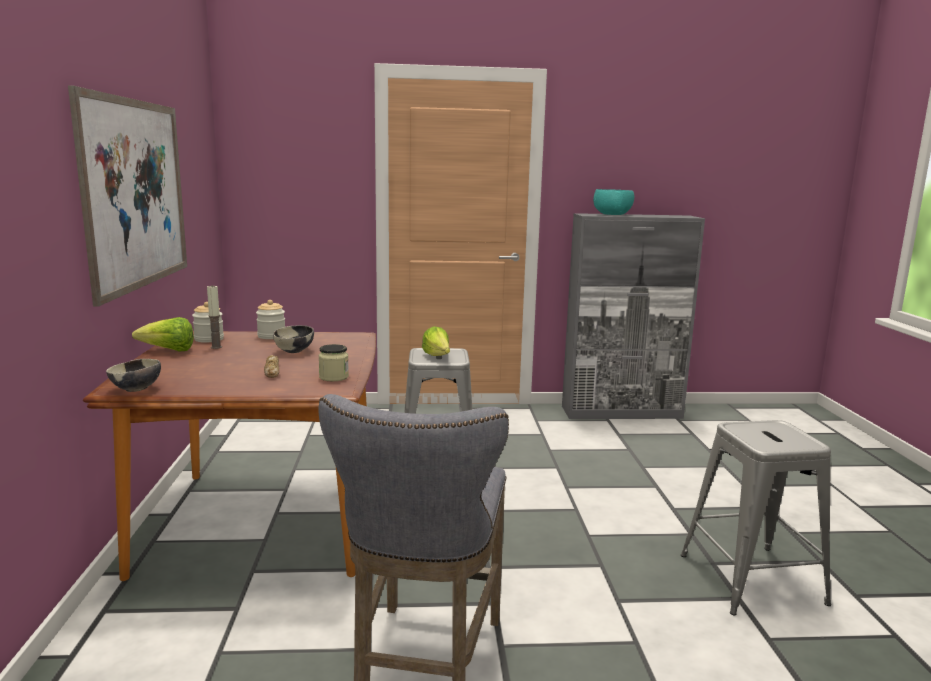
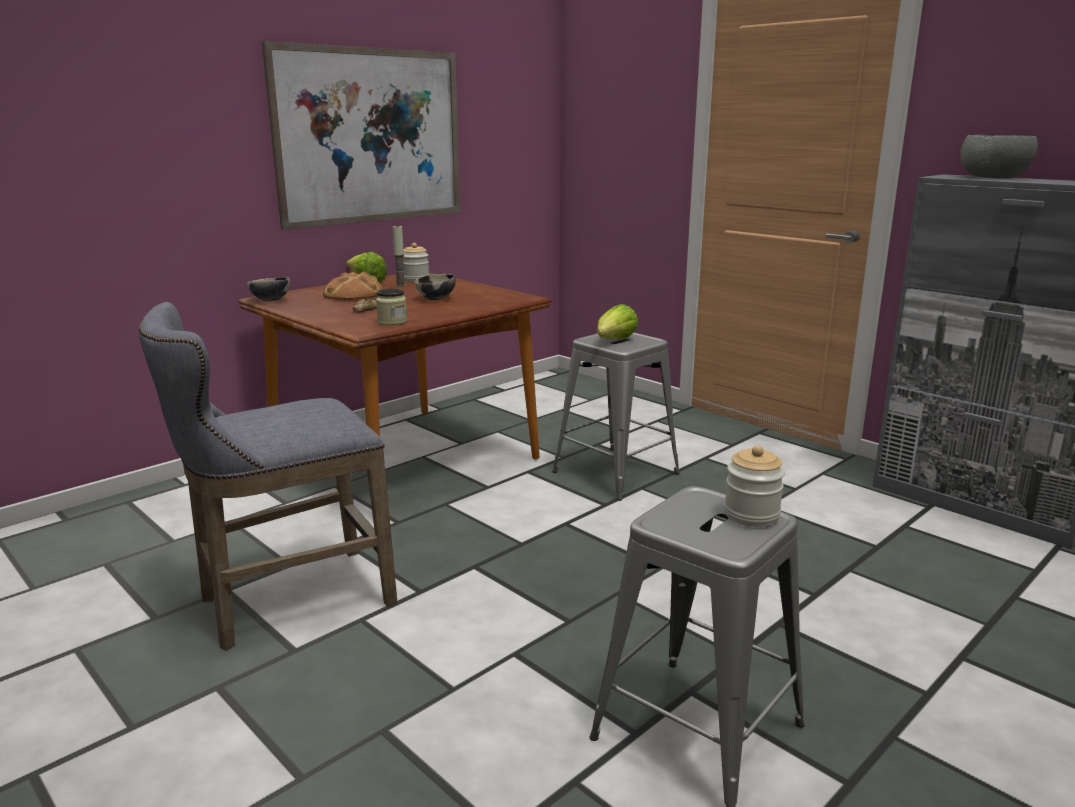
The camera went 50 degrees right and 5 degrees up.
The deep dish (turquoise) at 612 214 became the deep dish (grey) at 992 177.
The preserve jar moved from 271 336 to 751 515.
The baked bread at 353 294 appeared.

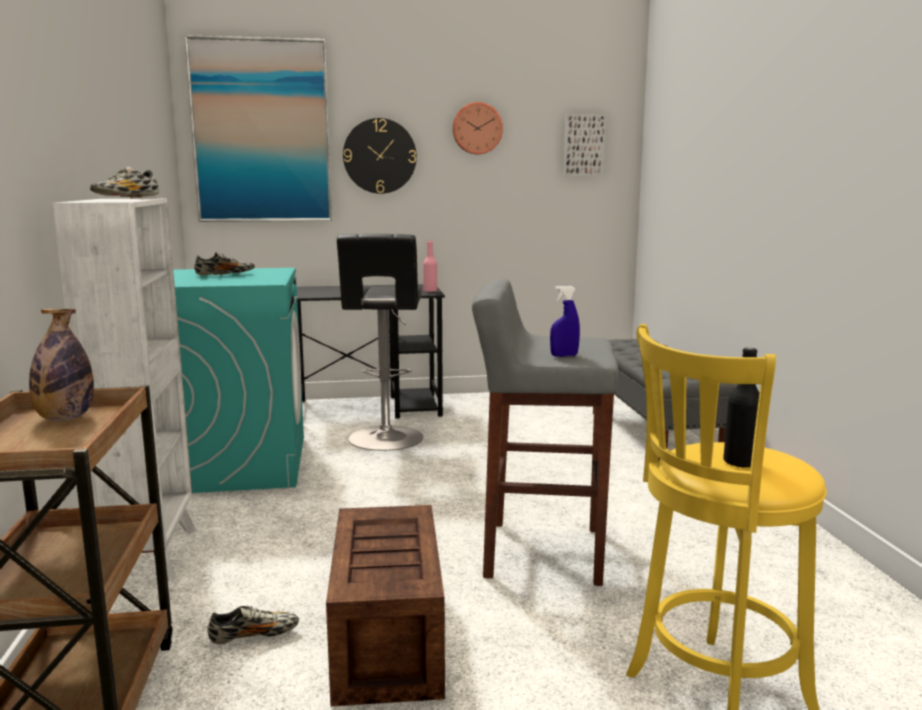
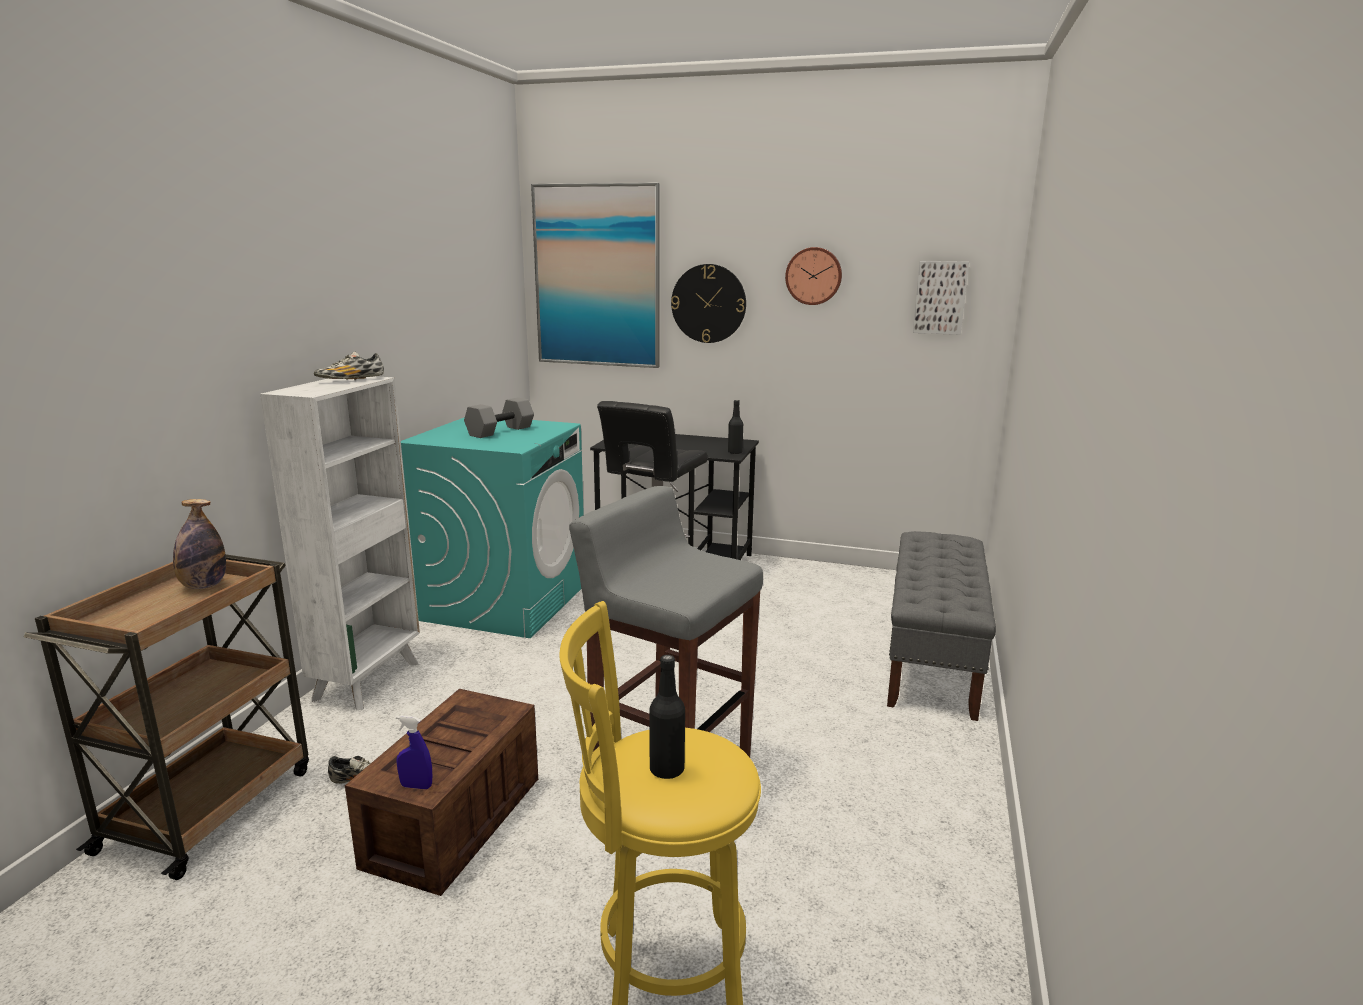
The camera went 25 degrees right and 5 degrees up.
The drink bottle (pink-coloured) at 430 291 became the drink bottle (black) at 735 452.
The low shoe at 225 275 was replaced by the free weight (grey) at 500 431.
The hand sprayer (bluish) moved from 564 355 to 416 786.

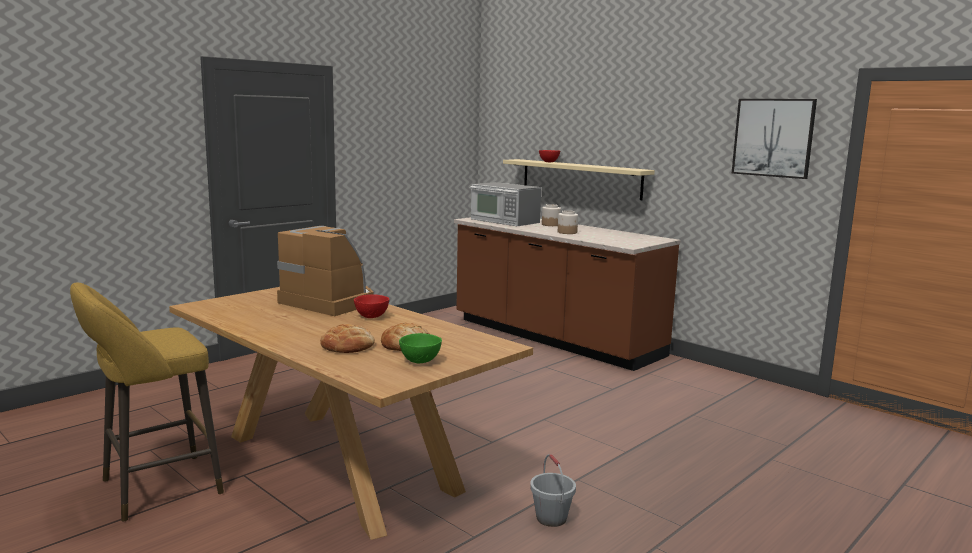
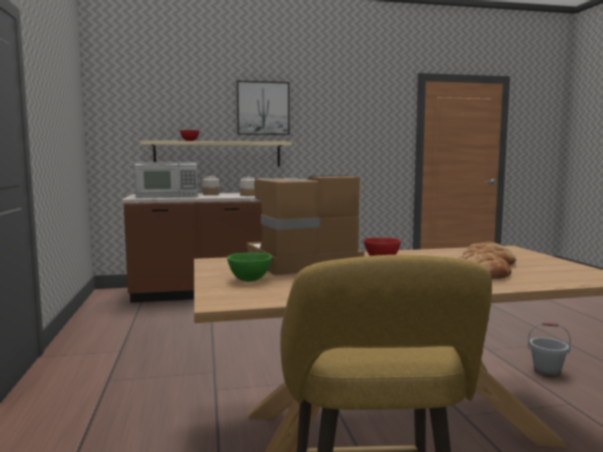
The camera went 55 degrees left and 5 degrees down.
The wall art moved from 773 137 to 263 108.
The deep dish (greenish) moved from 421 361 to 250 280.

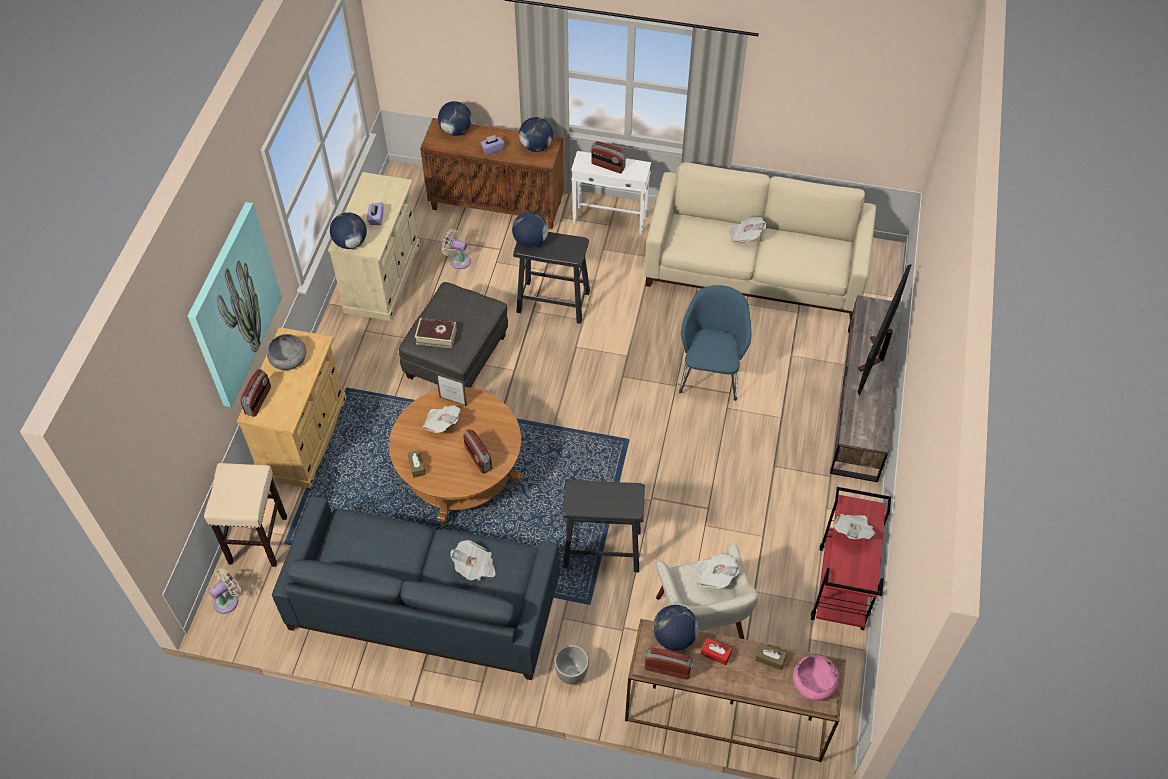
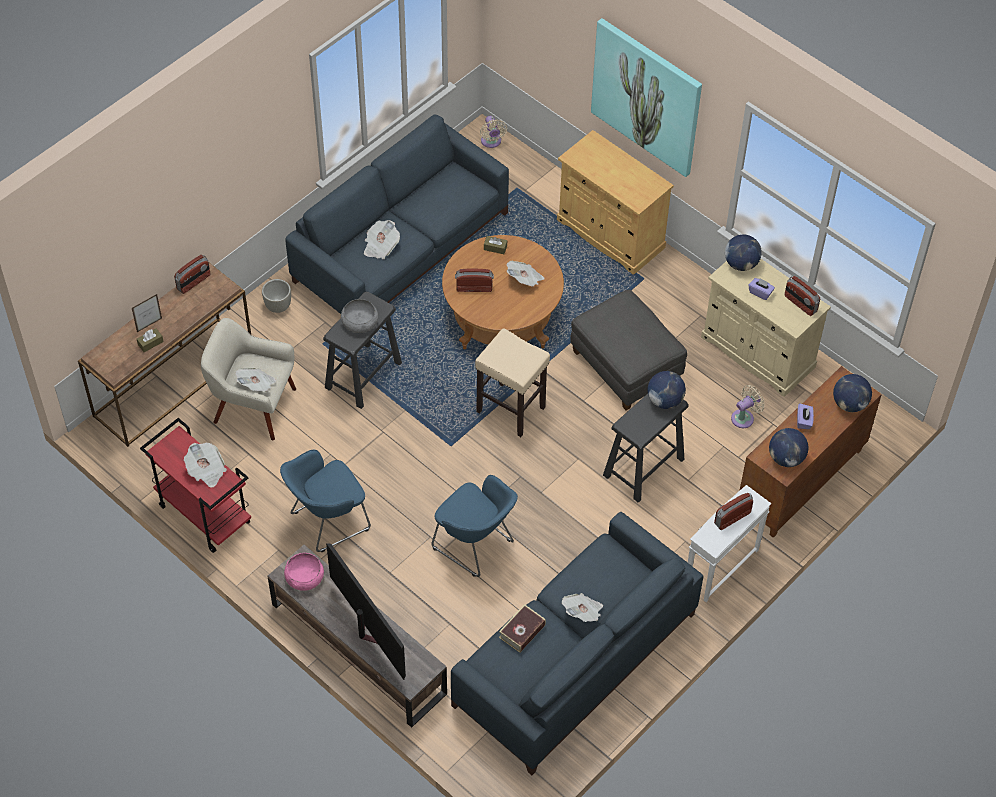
The camera went 120 degrees right and 0 degrees up.
The couch (beige) at 755 269 became the couch (bluish) at 573 658.
The volume moved from 436 336 to 522 631.
The deep dish (grey) moved from 288 358 to 360 322.
The radio set moved from 258 401 to 800 304.
The picture frame moved from 453 401 to 149 325.
The stool seat (beige) moved from 258 539 to 511 410.
The world globe at 674 637 disappeared.
The tissue box (reddish) at 715 653 disappeared.
The deep dish (pink-coloured) moved from 814 682 to 304 577.
The armchair (bluish) at 326 522 appeared.

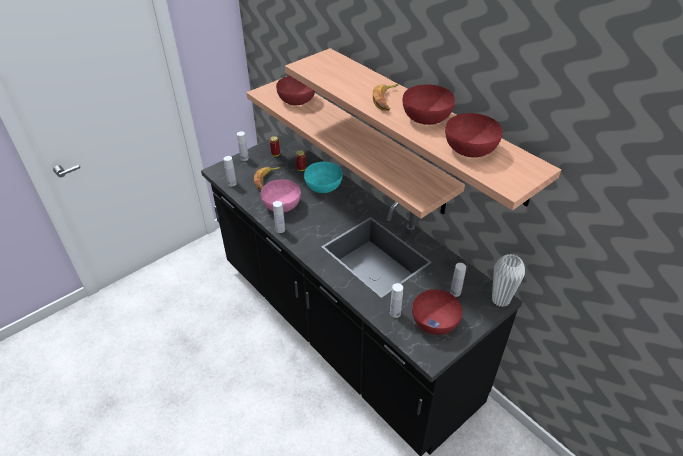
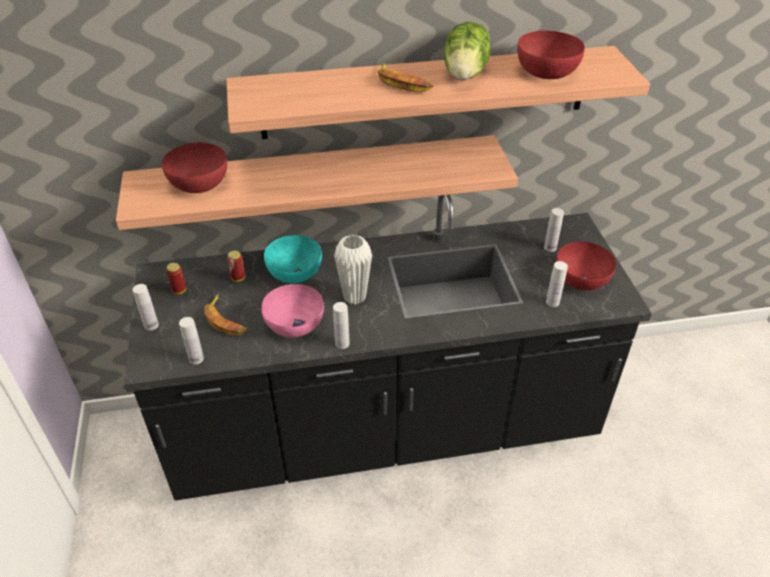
The camera went 60 degrees left and 0 degrees up.
The deep dish (reddish) at 427 118 was replaced by the lettuce at 466 73.
The vase (white) moved from 500 300 to 354 297.

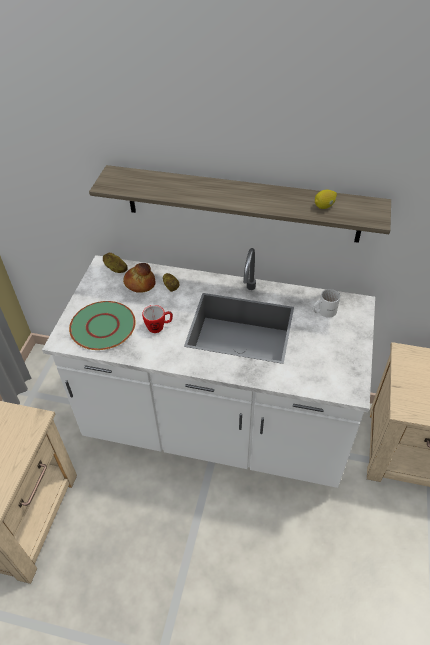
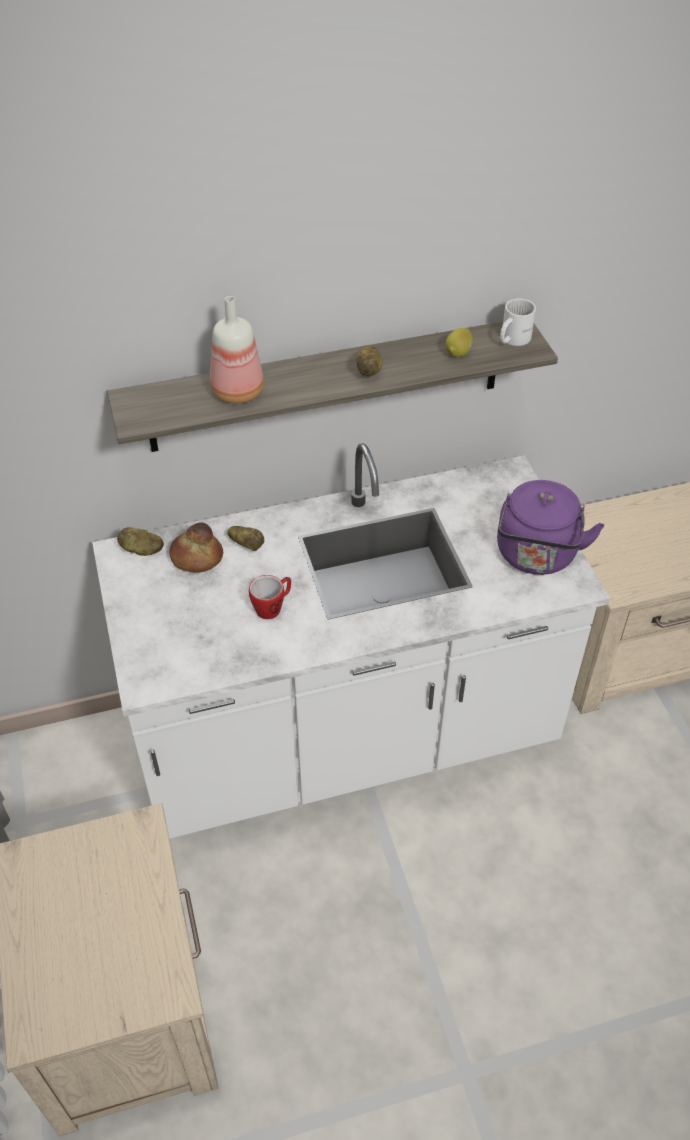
The camera went 30 degrees left and 0 degrees up.
The coffee mug (white) moved from 323 311 to 511 339.
The flat dish (greenish) at 102 326 disappeared.
The drink bottle at 236 392 appeared.
The spud at 370 371 appeared.
The water kettle (purple-coloured) at 536 556 appeared.

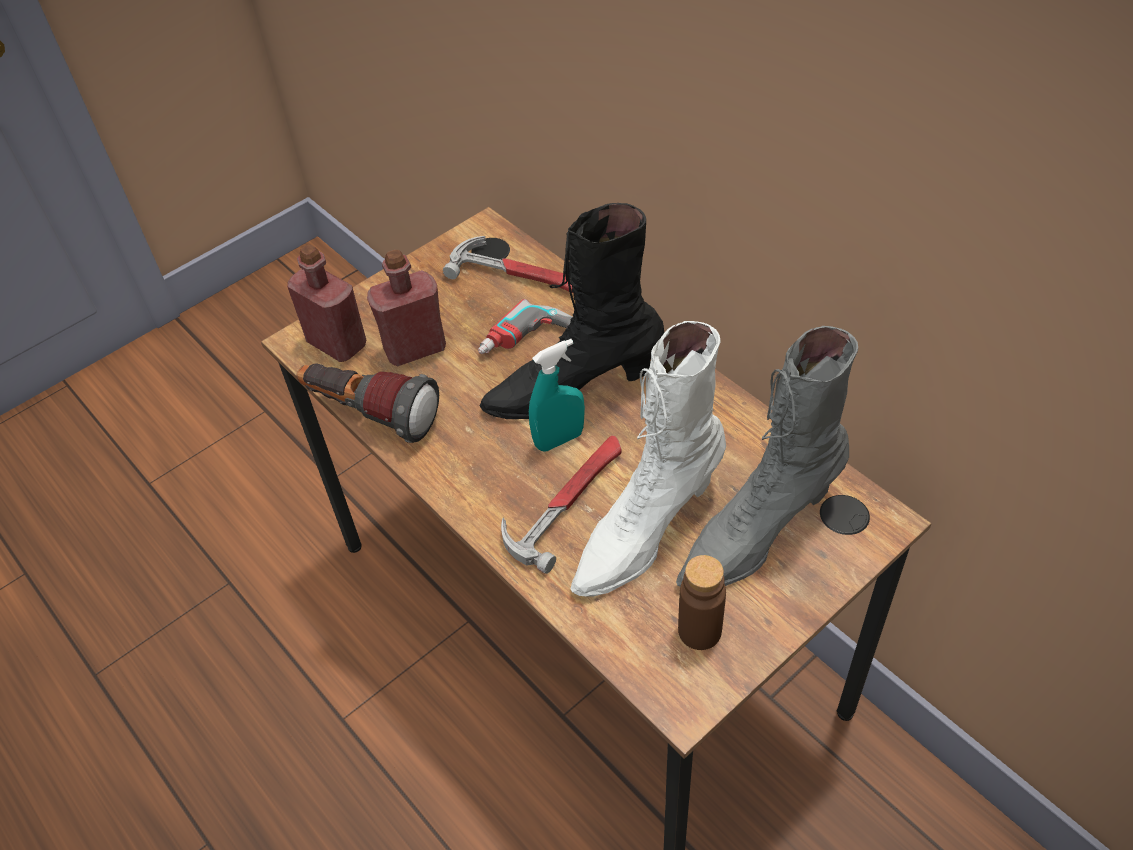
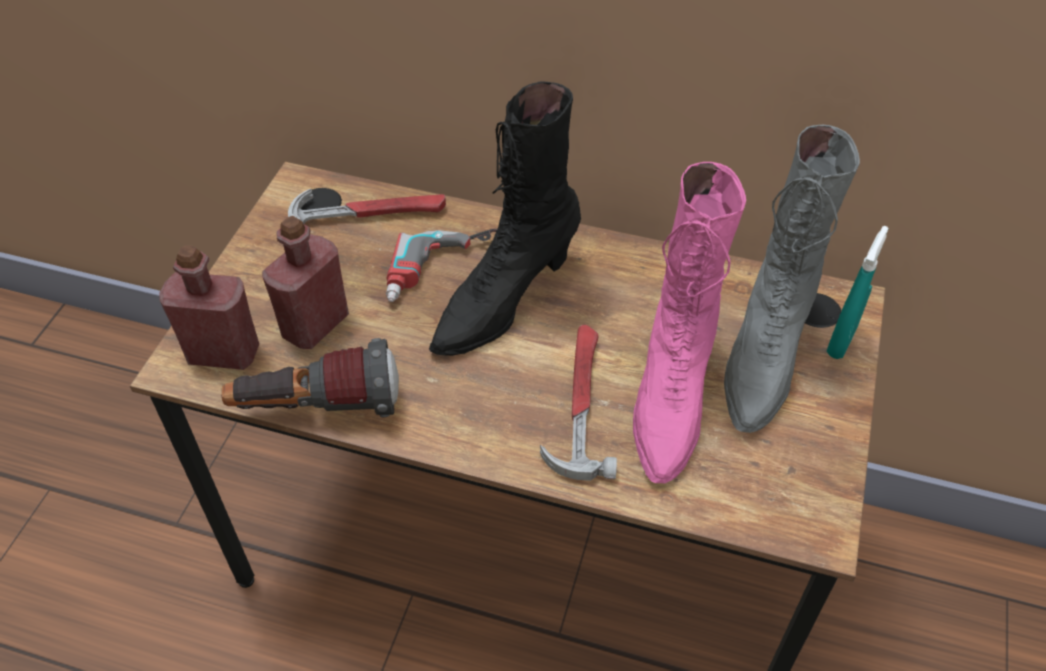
The camera went 35 degrees left and 0 degrees up.
The boot (white) at 646 530 became the boot (pink-coloured) at 670 398.
The hand sprayer (turquoise) moved from 559 439 to 841 341.
The drink bottle (brown-coloured) at 699 631 disappeared.

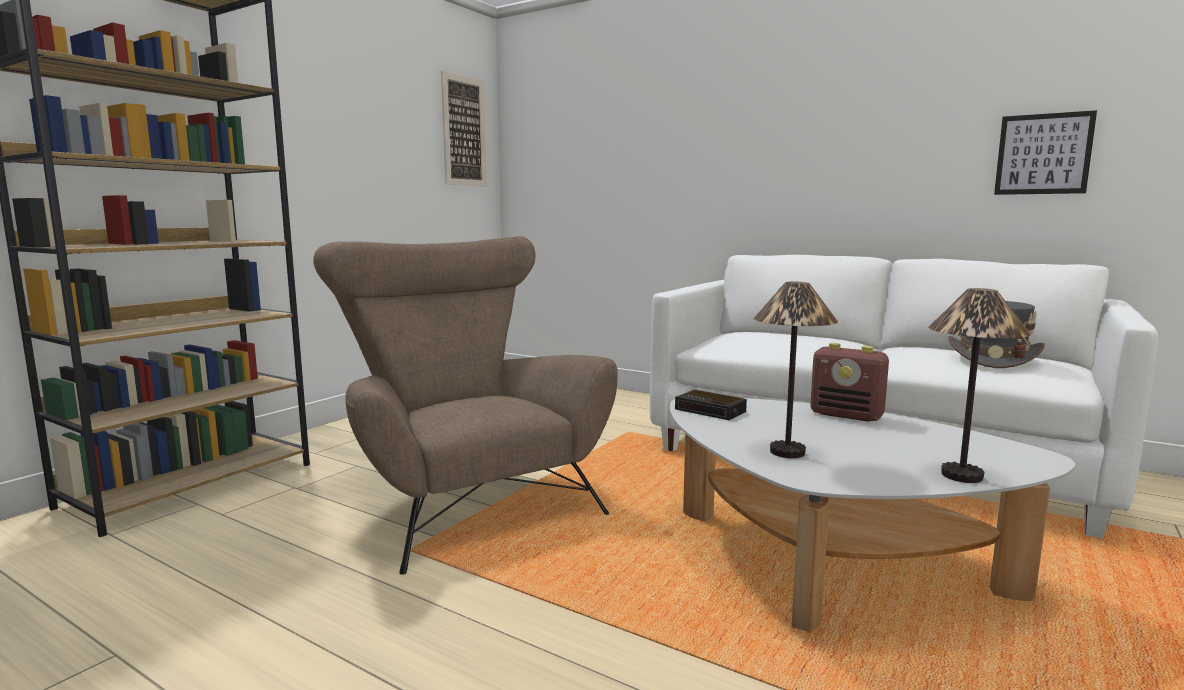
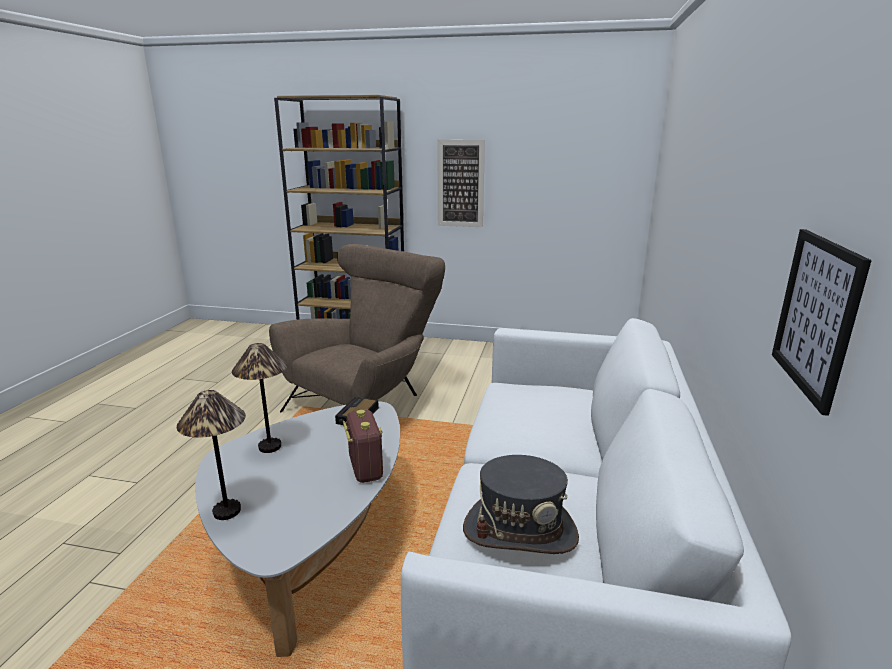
The camera went 70 degrees right and 10 degrees up.
The wall art moved from 464 131 to 460 184.
The radio set at 847 415 turned 150 degrees clockwise.

